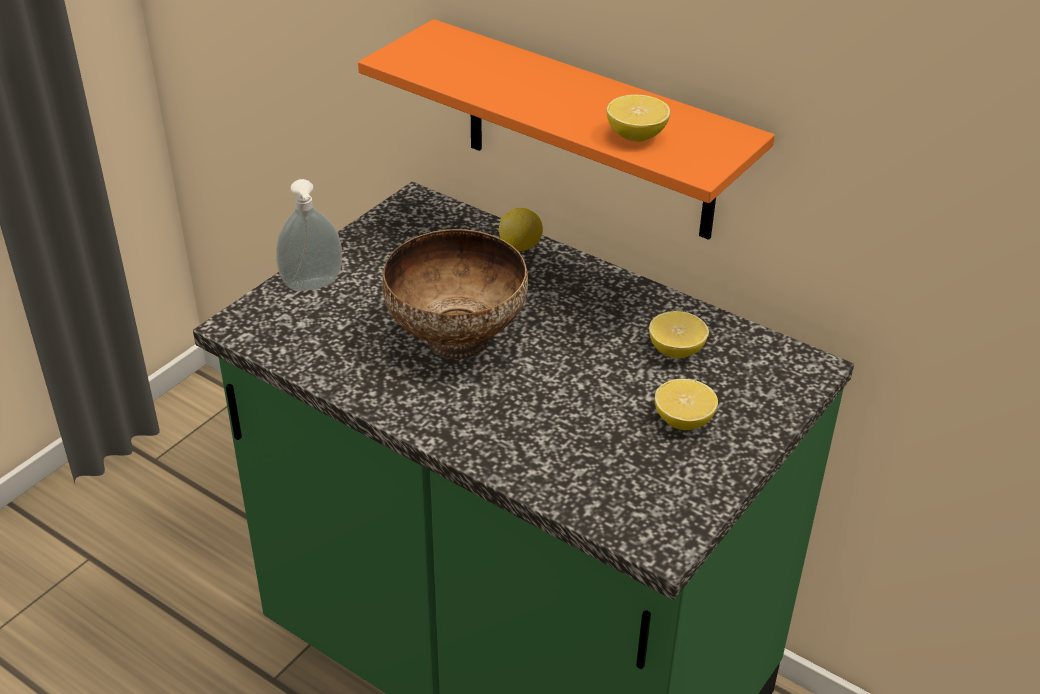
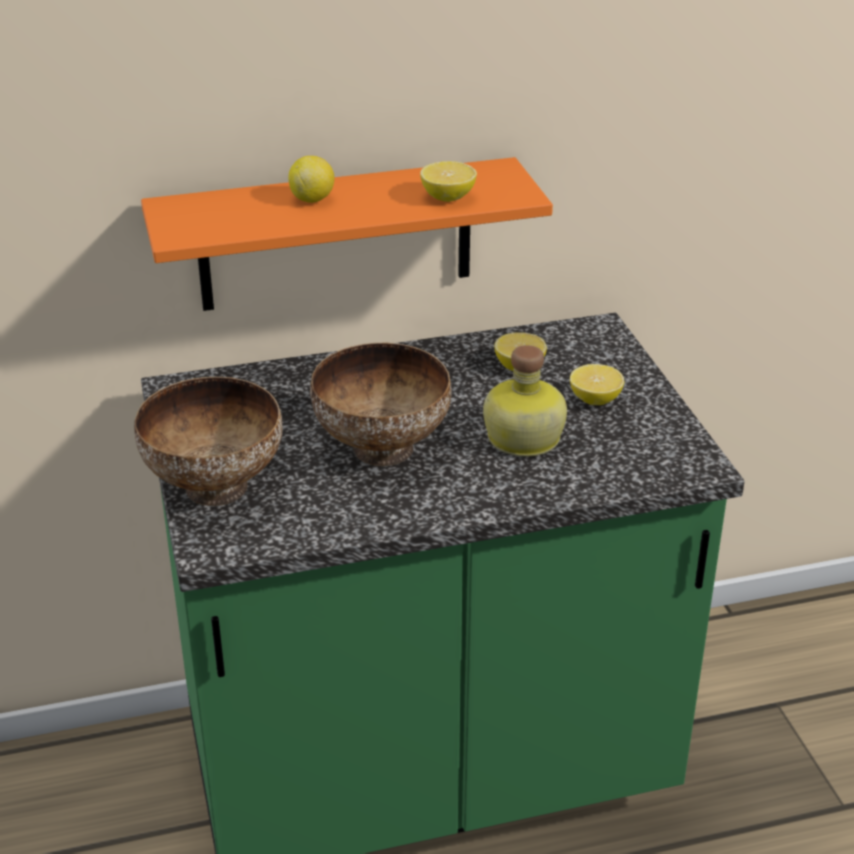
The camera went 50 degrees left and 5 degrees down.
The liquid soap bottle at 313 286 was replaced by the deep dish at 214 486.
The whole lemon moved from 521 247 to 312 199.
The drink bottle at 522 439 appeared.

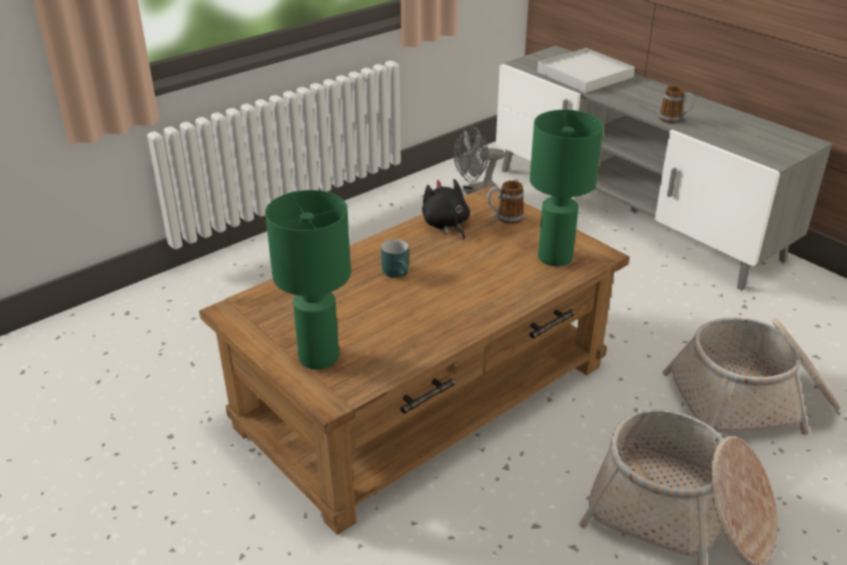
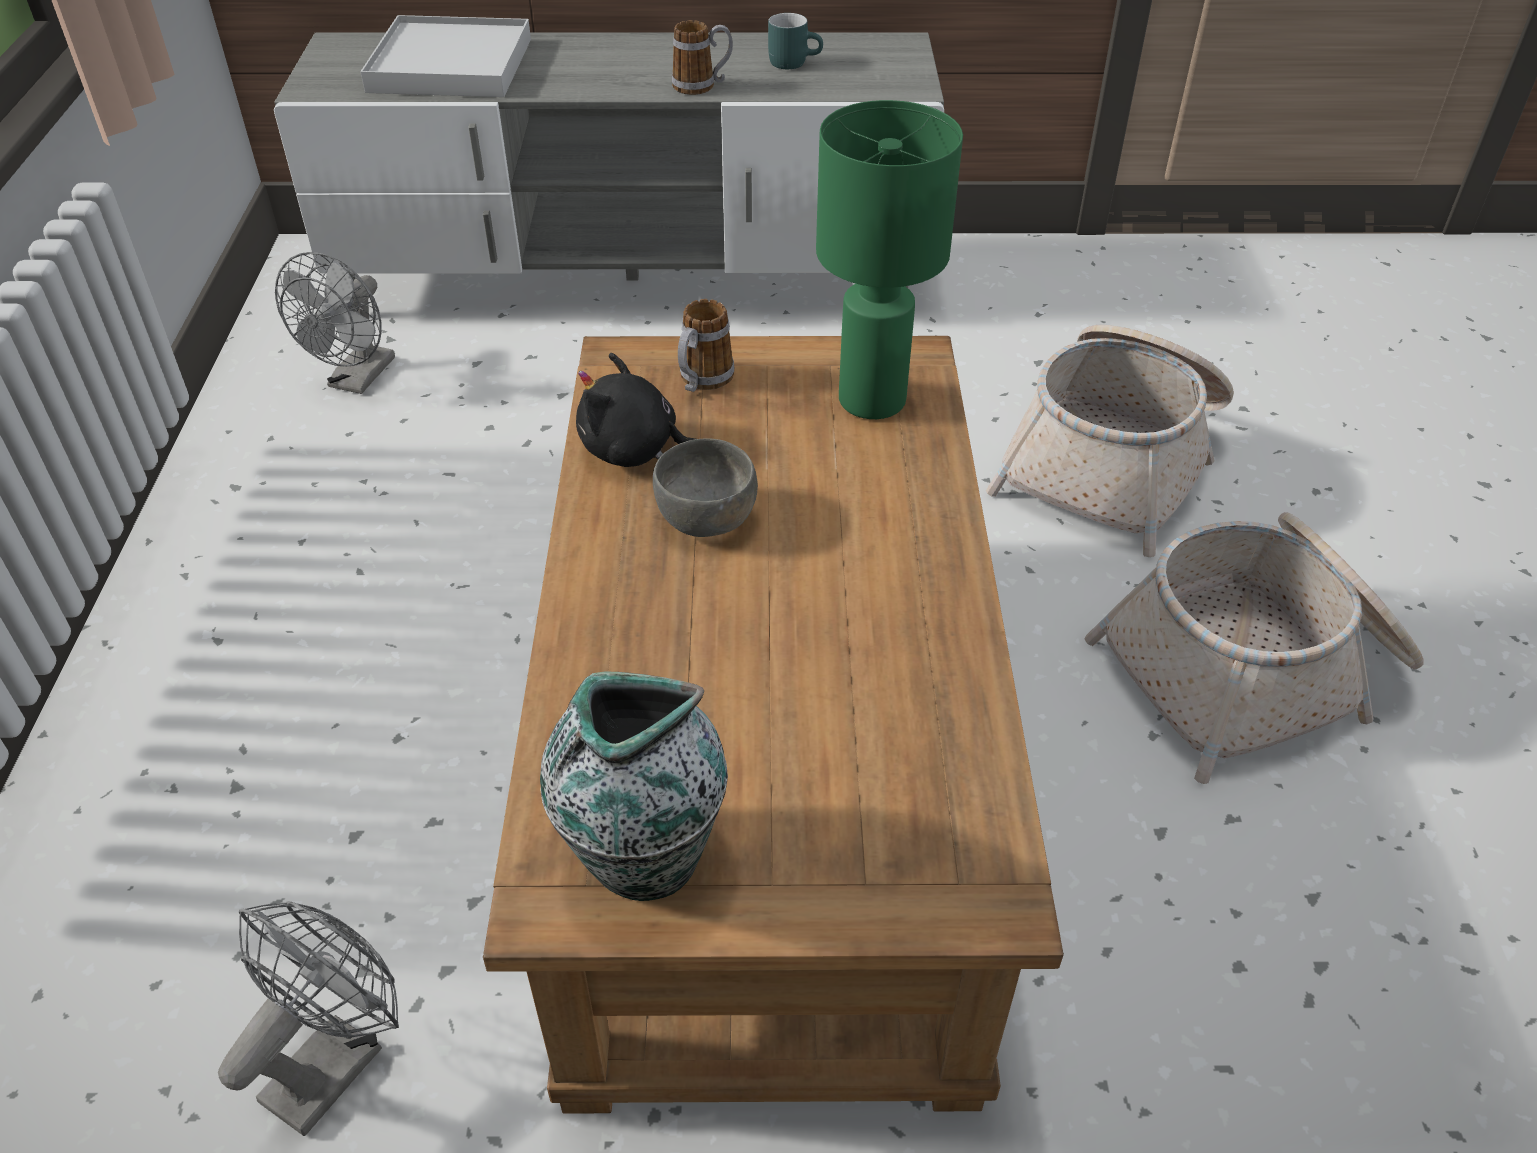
The camera went 50 degrees left and 10 degrees up.
The lamp for a table (greenish) at 319 356 disappeared.
The coffee mug (turquoise) moved from 399 273 to 794 62.
The deep dish (grey) at 707 518 appeared.
The vase at 642 858 appeared.
The fan (grey) at 335 1059 appeared.

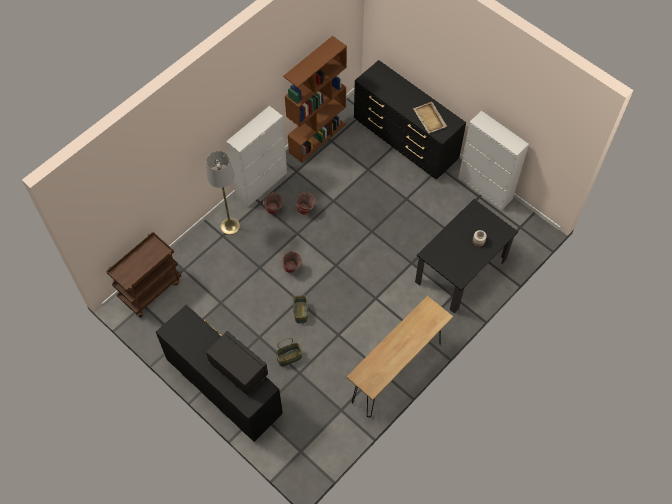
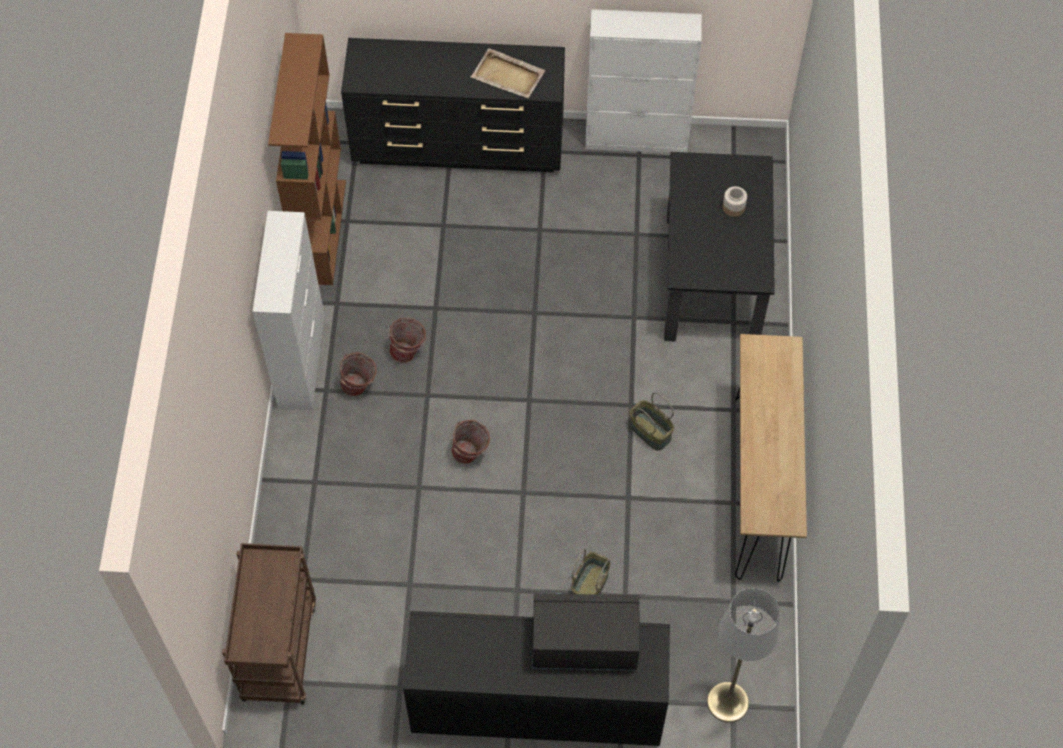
The camera went 40 degrees left and 0 degrees up.
The standard lamp (grey) moved from 230 226 to 727 702.
The basket moved from 300 312 to 649 432.

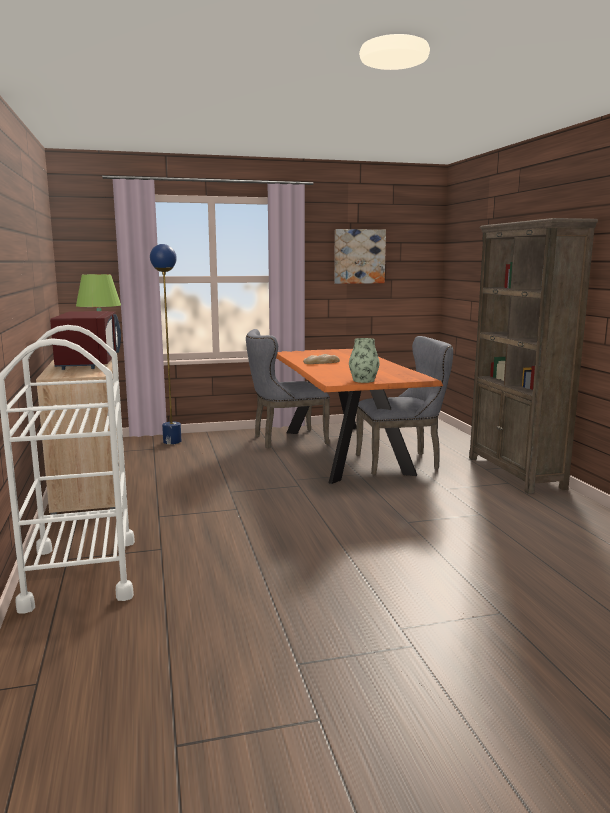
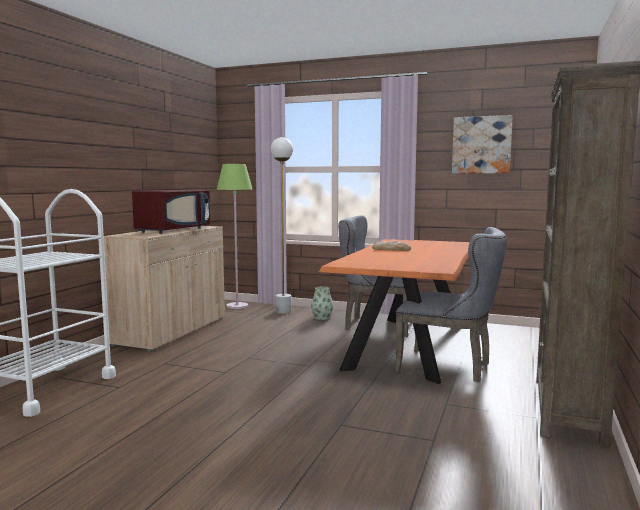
The camera went 35 degrees right and 5 degrees down.
The standard lamp (bluish) at 172 442 became the standard lamp (white) at 283 311.
The vase moved from 363 380 to 322 317.

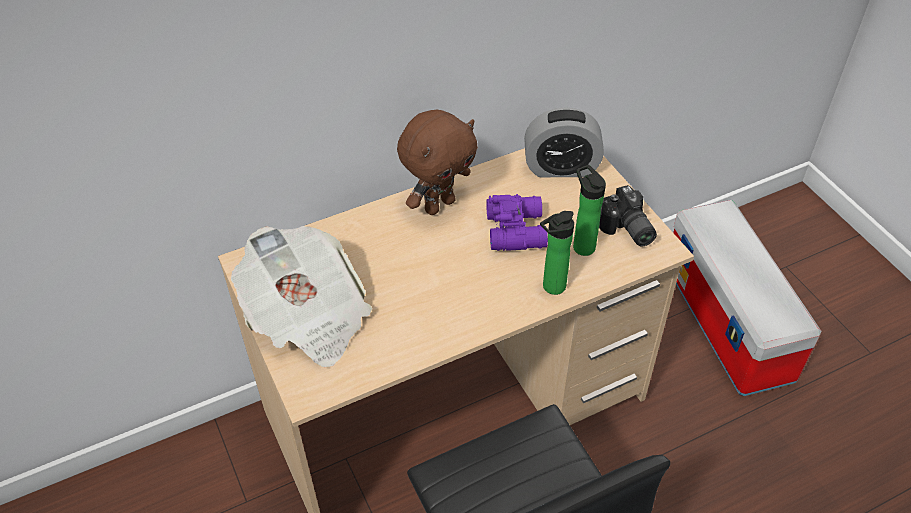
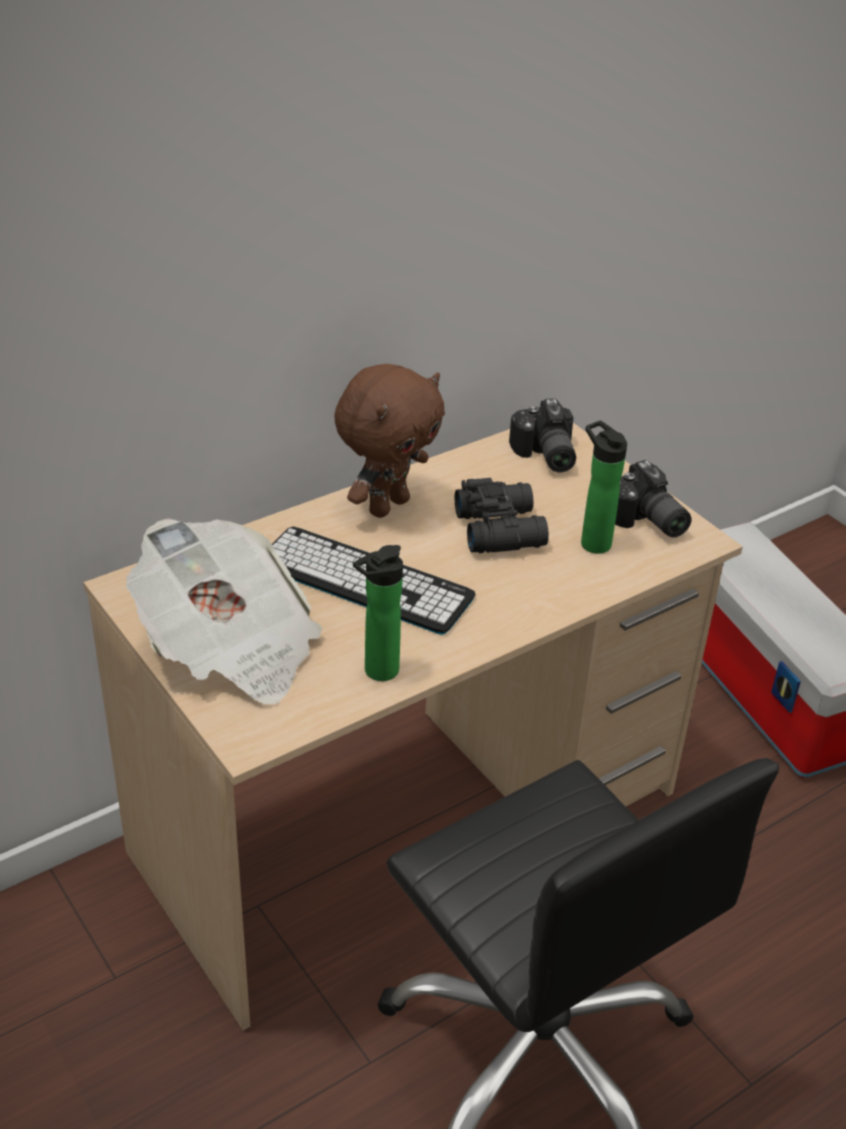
The camera went 10 degrees left and 10 degrees down.
The alarm clock at 561 168 was replaced by the photo camera at 544 456.
The pair of binoculars (purple-coloured) at 517 229 became the pair of binoculars (black) at 501 528.
The drink bottle moved from 551 288 to 377 672.
The computer keyboard at 364 581 appeared.

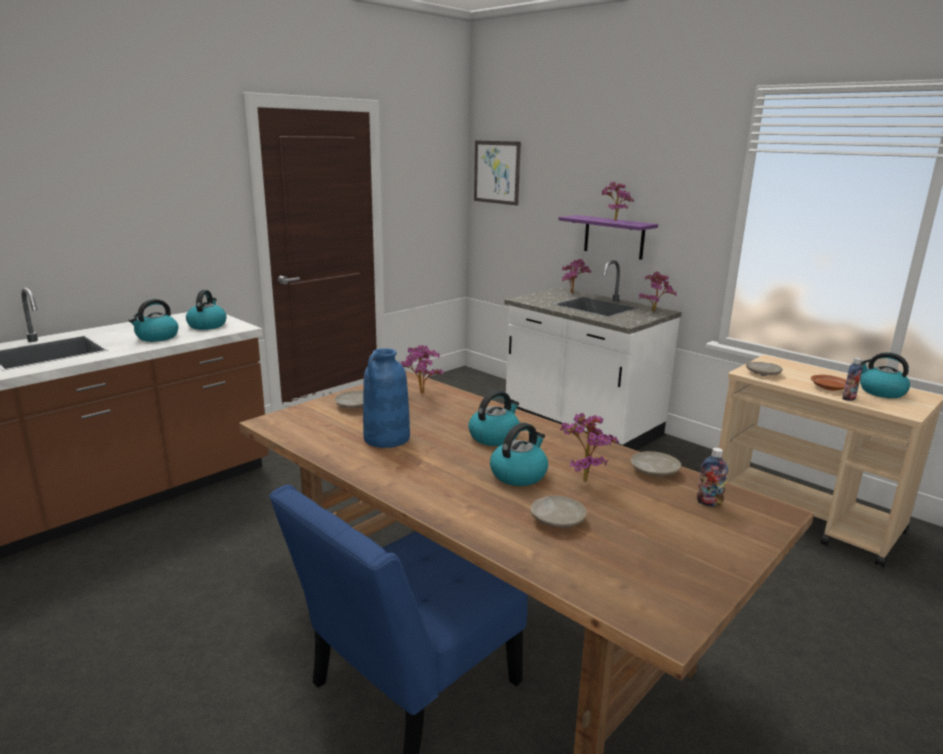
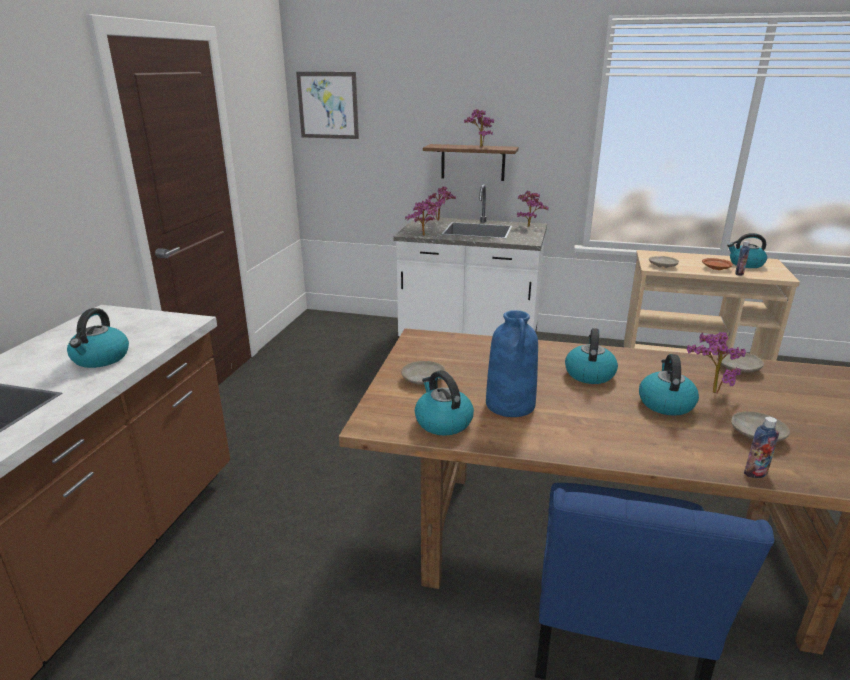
The camera went 30 degrees left and 5 degrees up.
The bracket shelf (purple-coloured) at 614 237 became the bracket shelf (brown-coloured) at 473 162.
The water kettle moved from 207 325 to 442 422.
The houseplant moved from 420 395 to 424 236.
The drink bottle moved from 709 503 to 755 473.

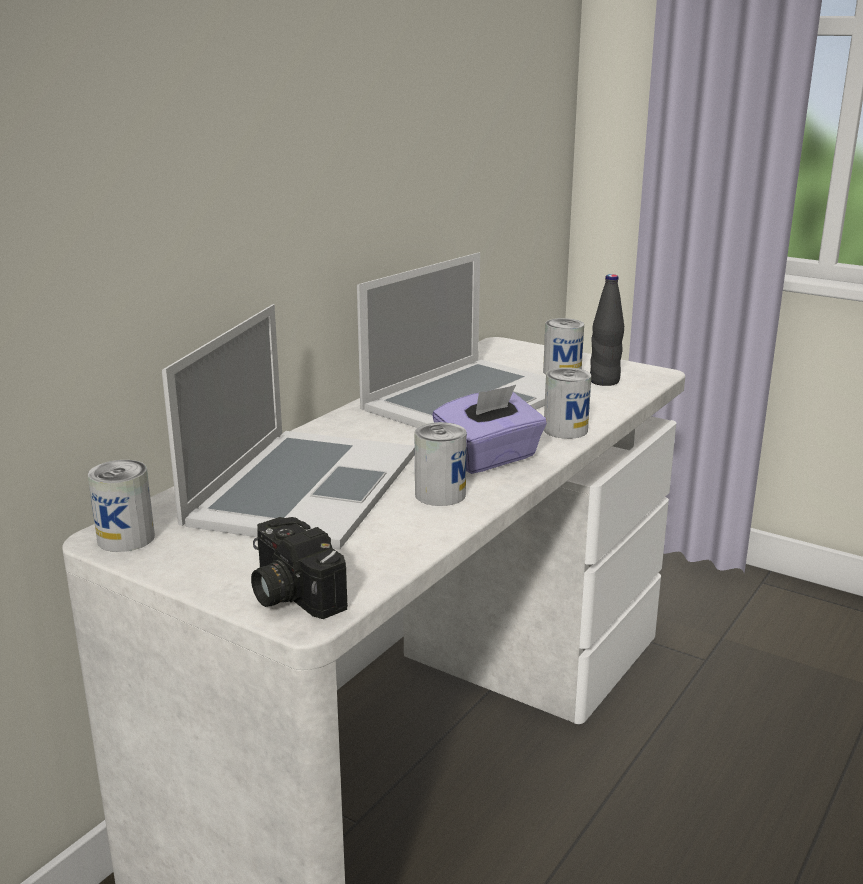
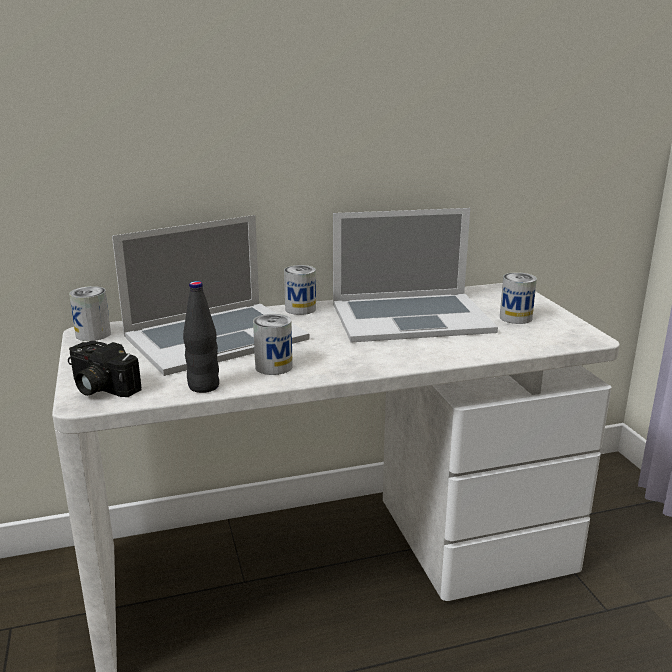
The camera went 40 degrees right and 0 degrees up.
The drink bottle (black) moved from 604 381 to 203 386.
The metal can moved from 565 430 to 300 309.
The tissue box (purple-coloured) at 489 459 disappeared.
The photo camera at 289 593 turned 60 degrees counterclockwise.

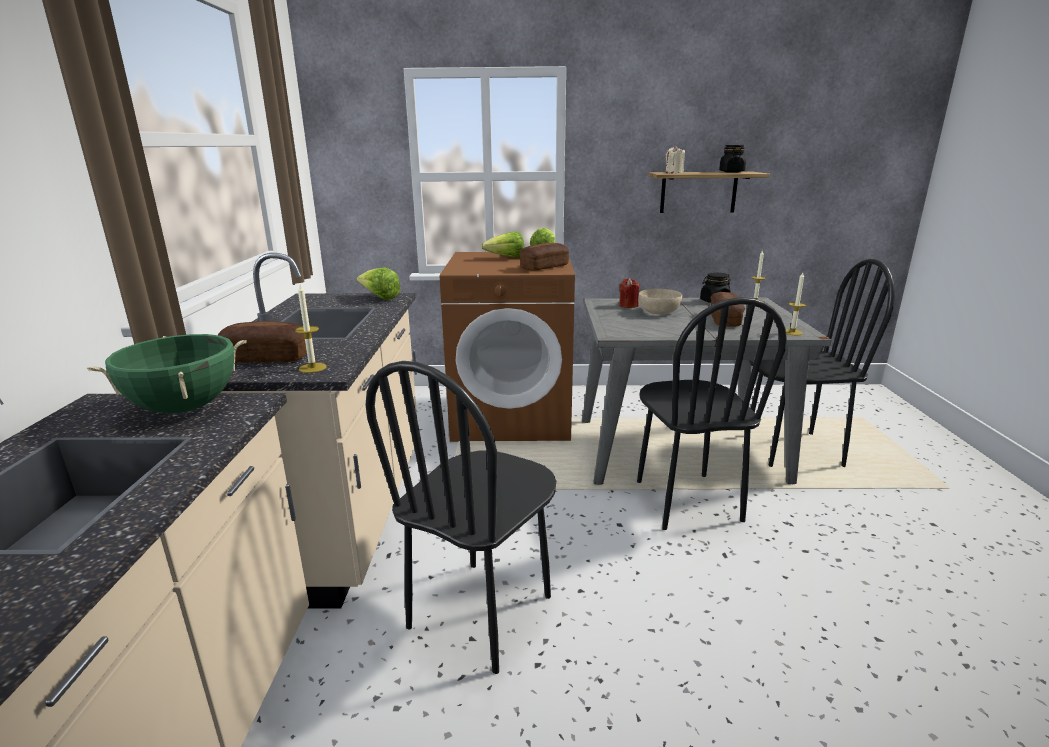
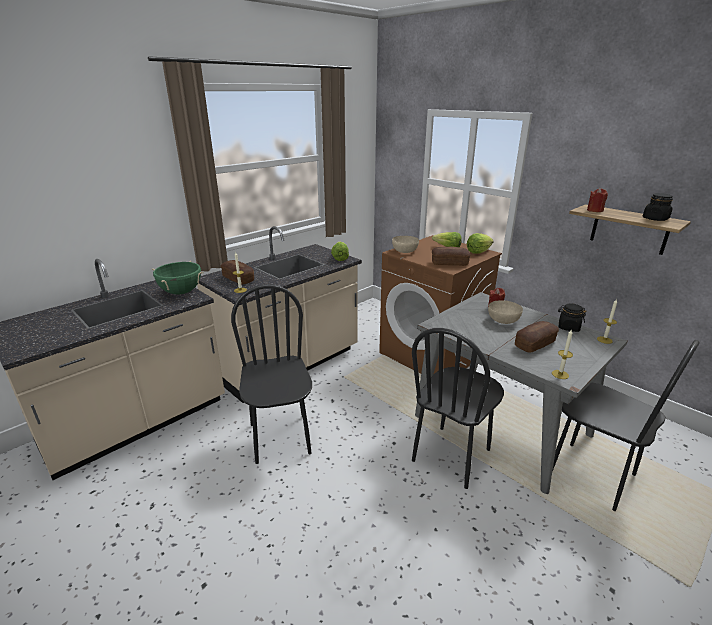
The camera went 45 degrees right and 5 degrees up.
The wax light (beige) at 674 173 became the wax light (reddish) at 595 210.
The upright chair (black) at 481 612 turned 90 degrees clockwise.
The deep dish (beige) at 405 251 appeared.

